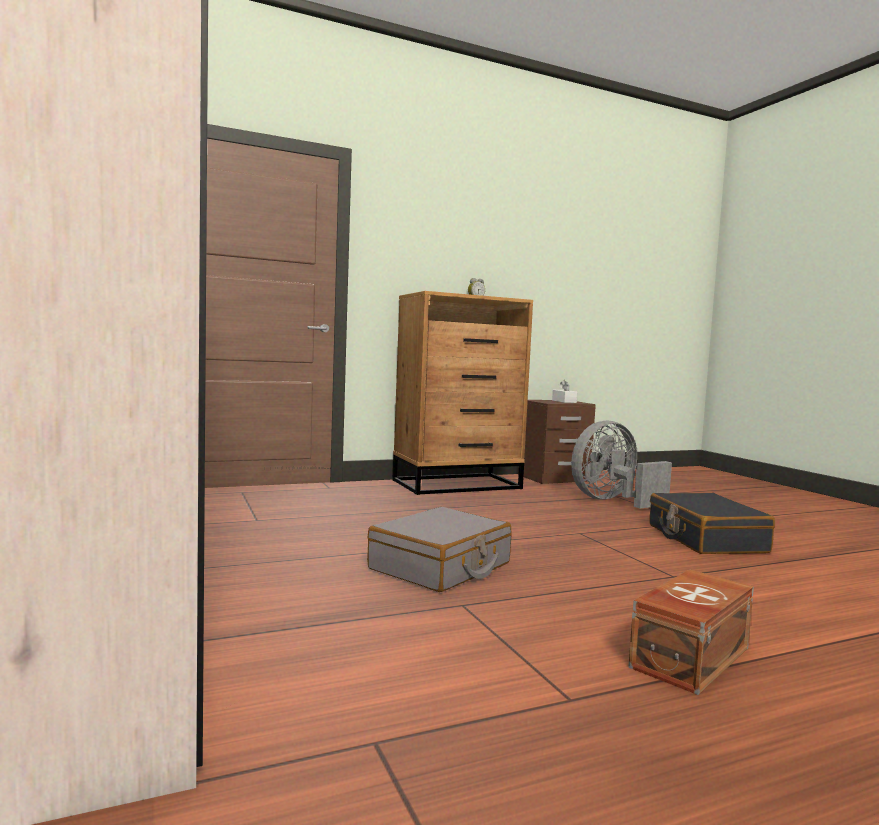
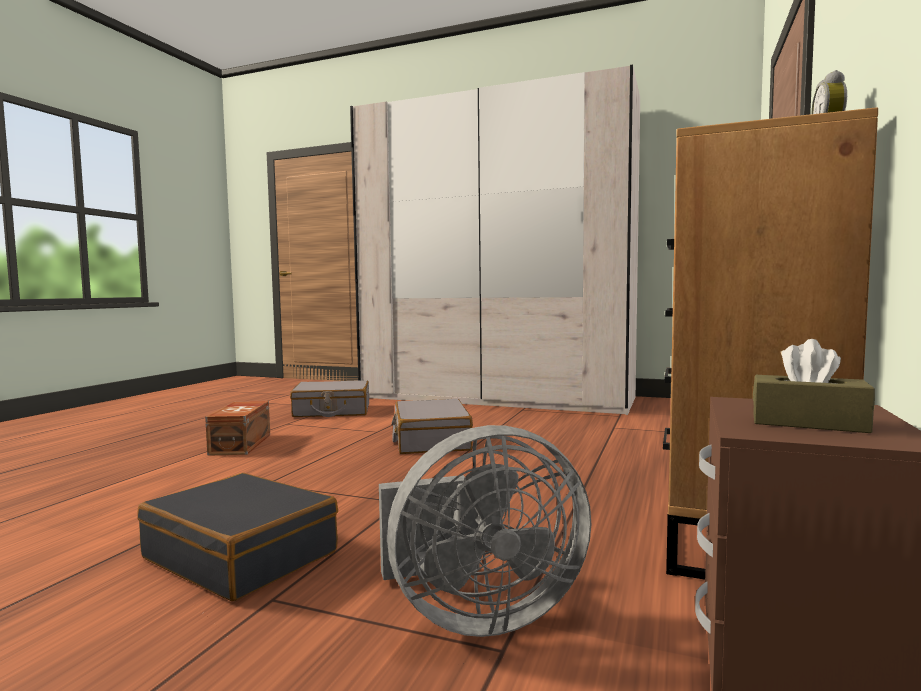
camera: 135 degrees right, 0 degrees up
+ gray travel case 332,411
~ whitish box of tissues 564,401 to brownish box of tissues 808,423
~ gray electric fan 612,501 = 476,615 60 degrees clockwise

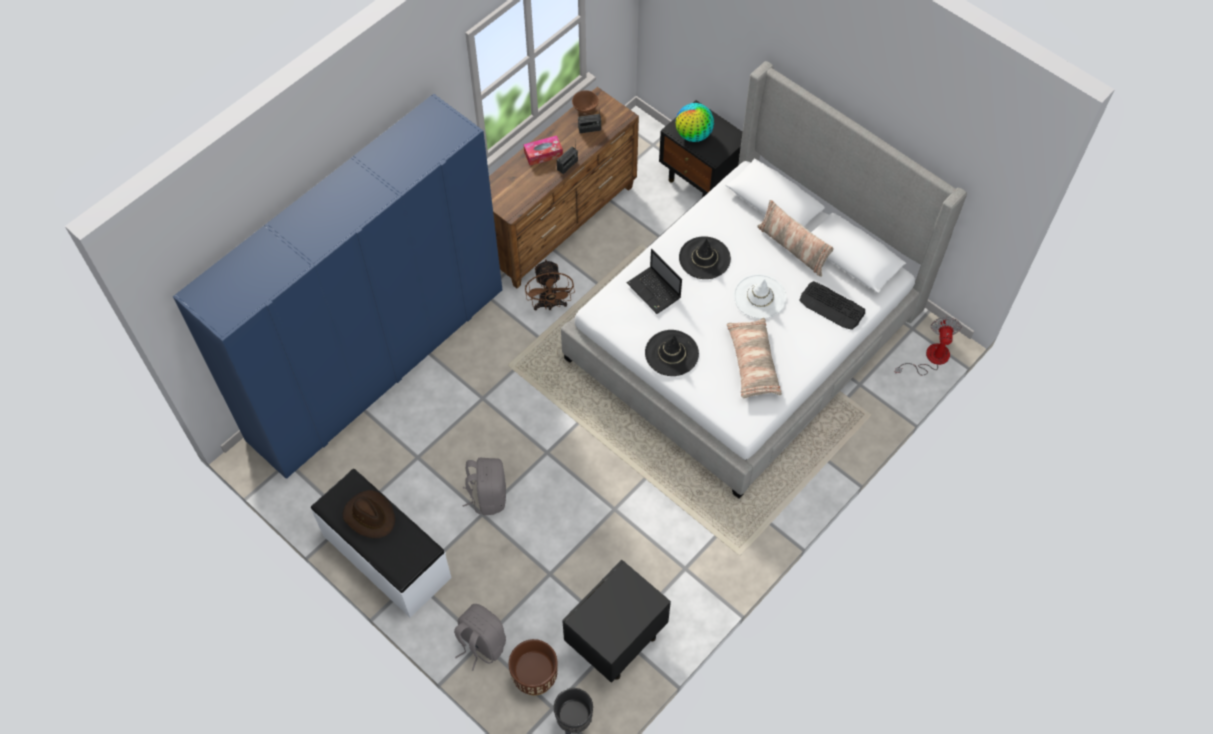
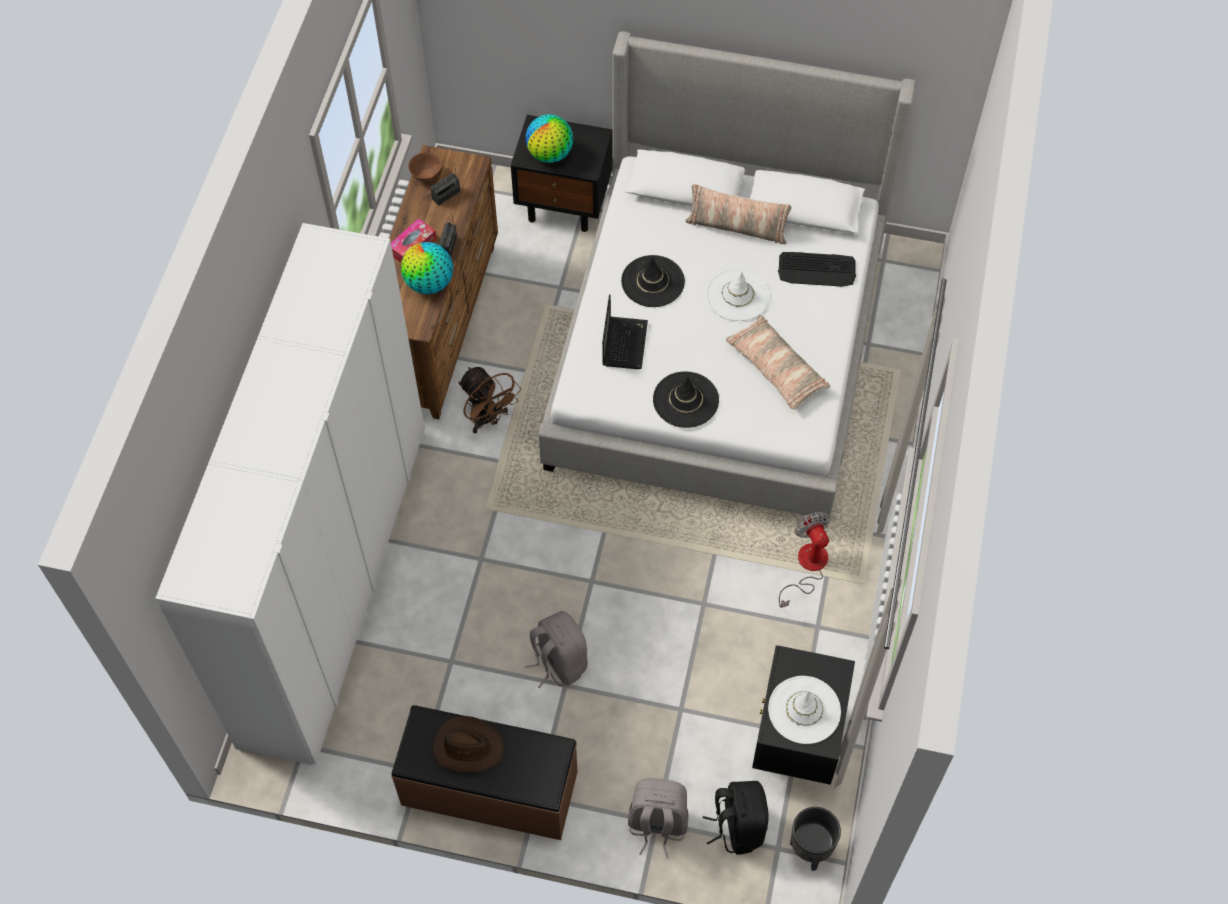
camera: 30 degrees left, 0 degrees up
+ desk globe 429,283
+ whitish hat 804,710
~ electric fan 930,358 to 807,567
~ brownish planter 535,676 to blackish backpack 737,826
~ blue wardrobe 378,362 to whitish wardrobe 334,579
~ whitish indoor bench 386,557 to brownish indoor bench 489,789
~ notebook computer 654,291 = 624,342 105 degrees counterclockwise

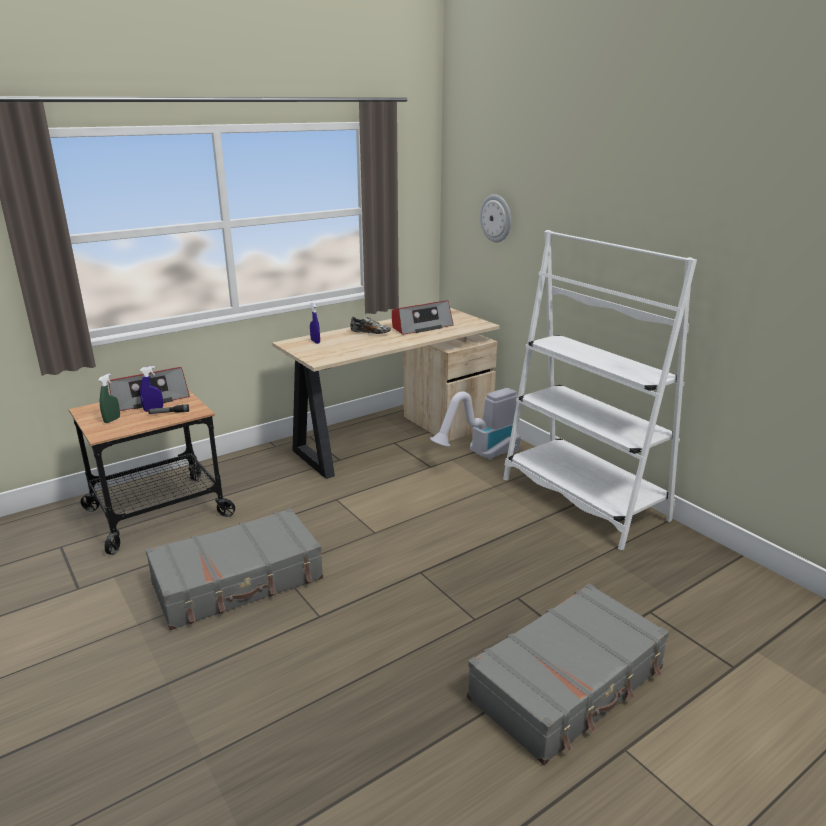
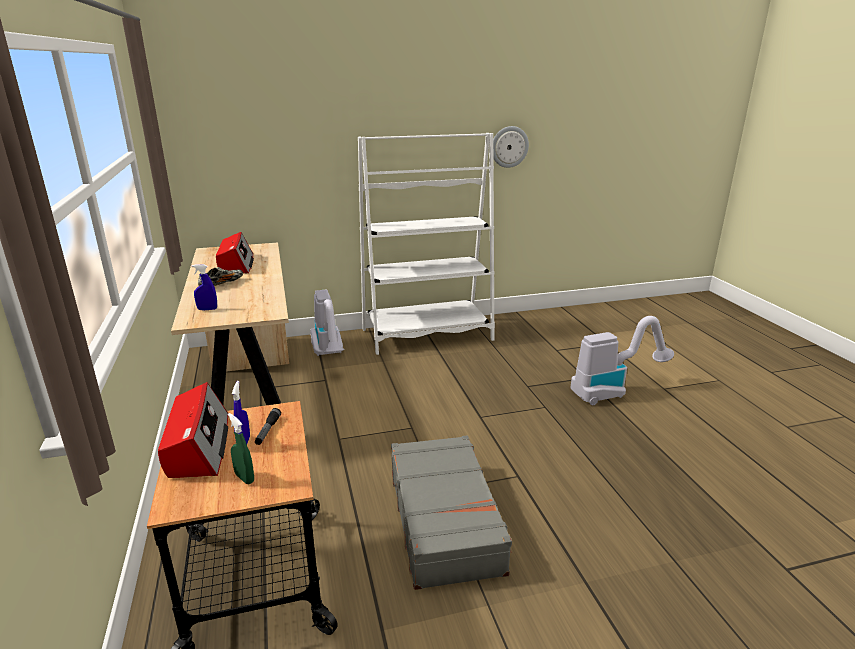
camera: 70 degrees left, 0 degrees up
~ clock on the wall 496,218 to 509,147
~ gray travel case 568,684 to hoover 613,390

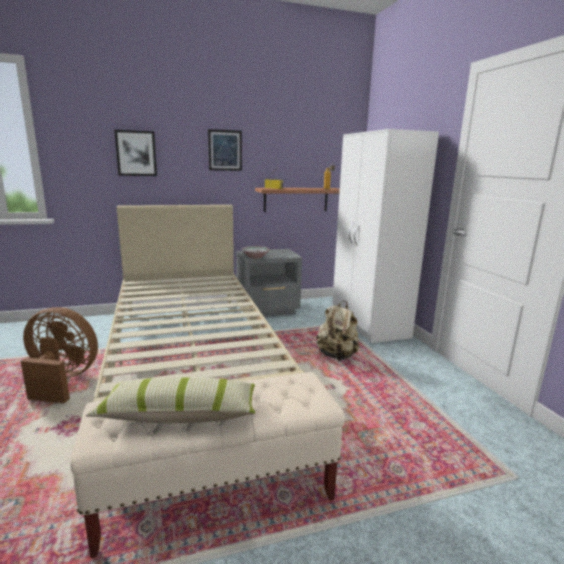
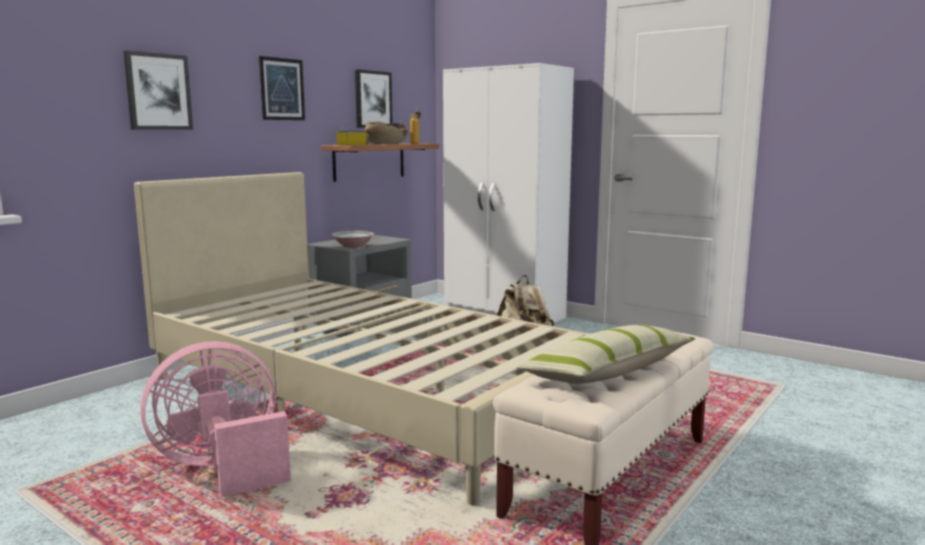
camera: 35 degrees left, 5 degrees down
+ wall art 372,99
+ brownish bowl 386,144
~ brownish electric fan 61,380 to pinkish electric fan 222,468

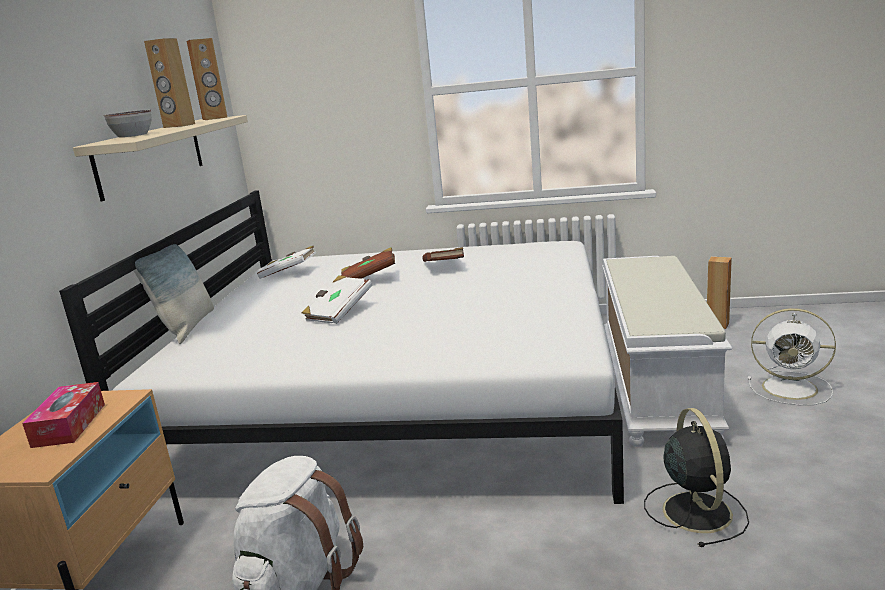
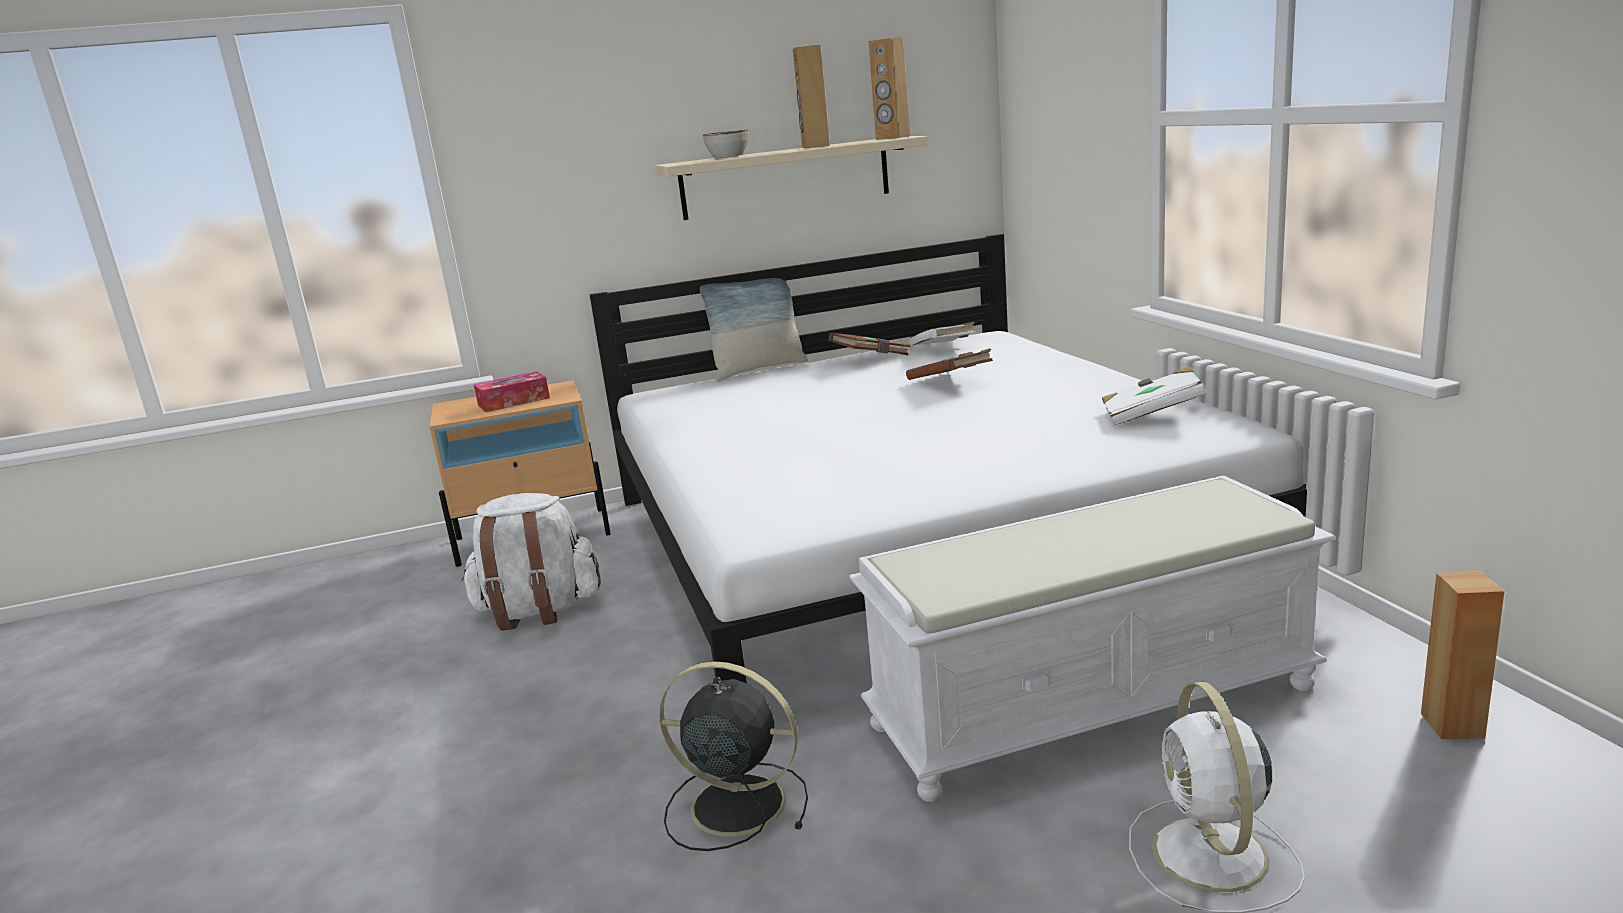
camera: 65 degrees right, 0 degrees up
~ whitish book 338,312 to 1151,415
~ brownish book 445,267 to 871,358
~ blackish electric fan 695,510 = 734,804 135 degrees counterclockwise

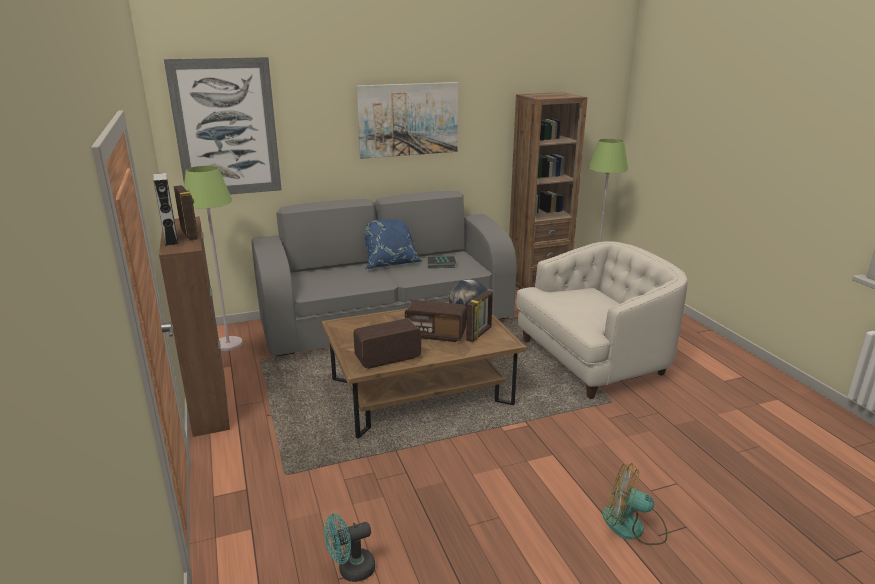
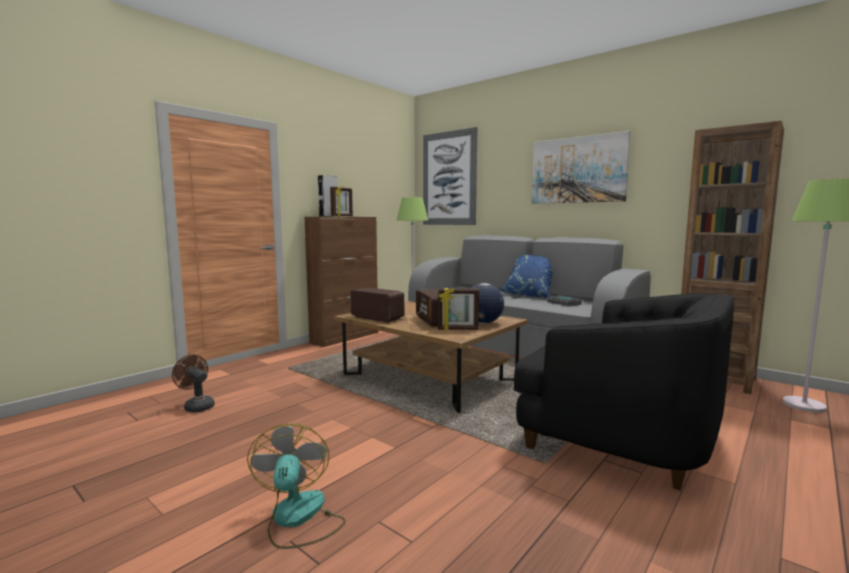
camera: 60 degrees right, 15 degrees down
~ turquoise-coloured electric fan 351,570 to brownish electric fan 196,406
~ whitish easy chair 592,359 to blackish easy chair 620,434

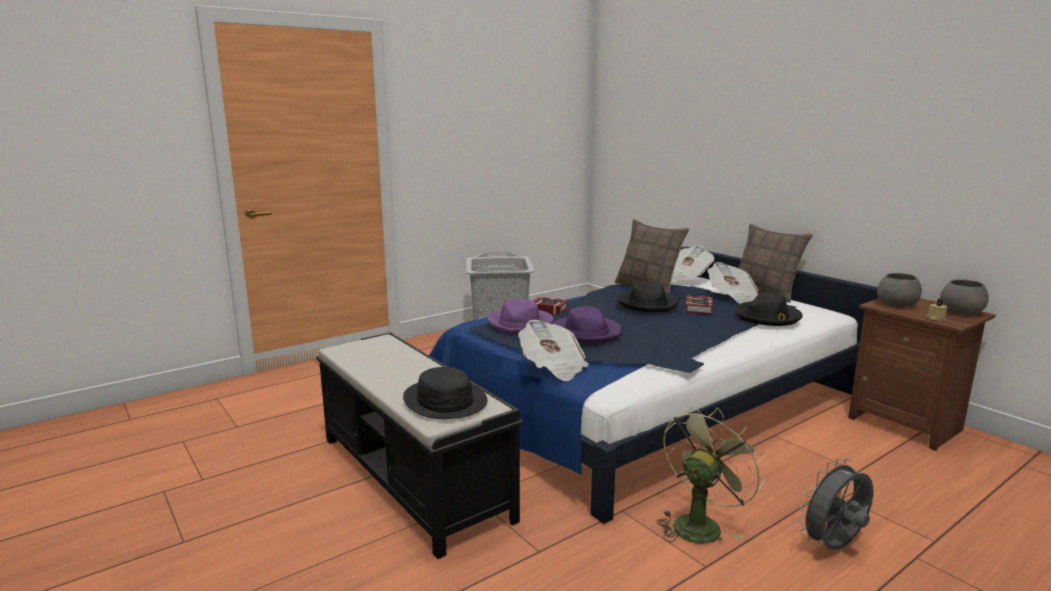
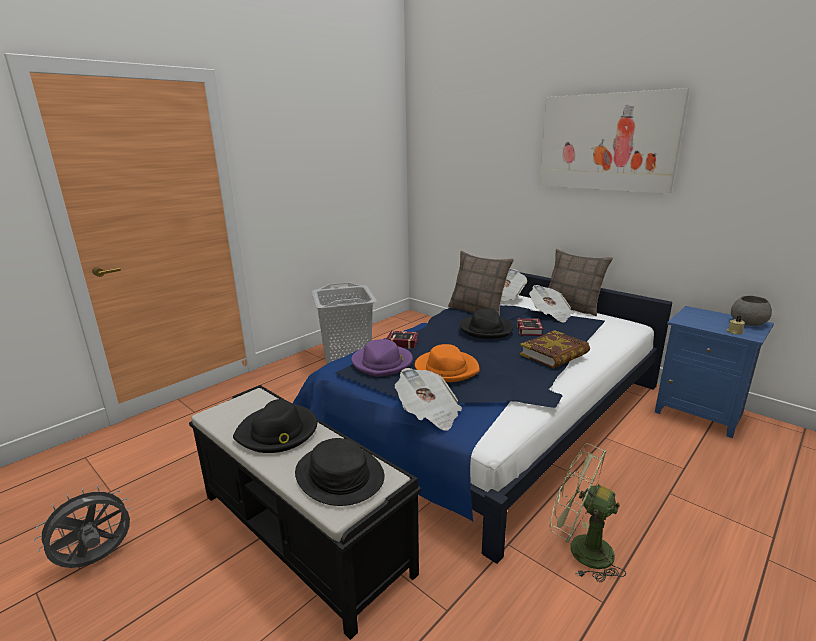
camera: 10 degrees left, 5 degrees up
- gray bowl 897,304
+ book 554,354
+ wall art 606,142
~ blackish hat 767,317 to 278,432
~ gray electric fan 834,547 to 97,560
~ purple-coloured hat 586,332 to orange hat 446,368
~ brownish nightstand 906,424 to blue nightstand 699,413
~ greenish electric fan 700,524 = 580,549 90 degrees counterclockwise

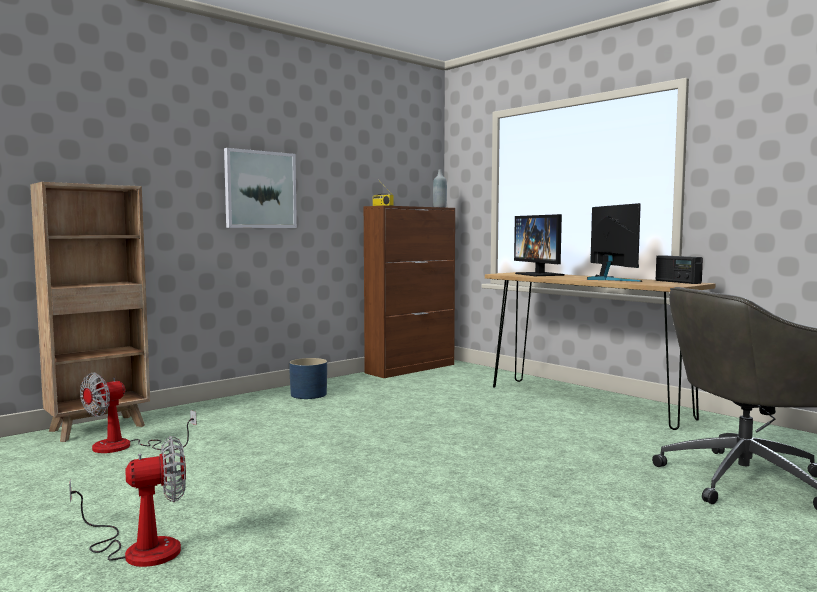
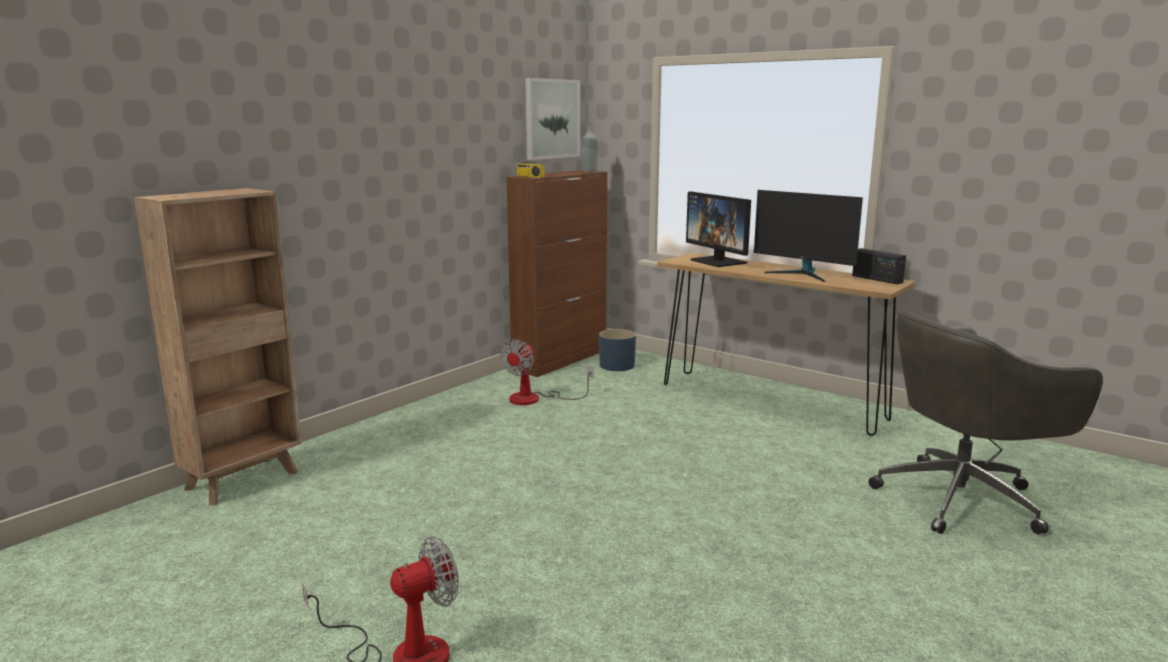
camera: 10 degrees left, 10 degrees up
~ electric fan 125,447 to 535,399
~ wall art 260,189 to 551,119
~ blue planter 308,394 to 616,365
~ monitor 609,279 = 803,274 150 degrees clockwise

